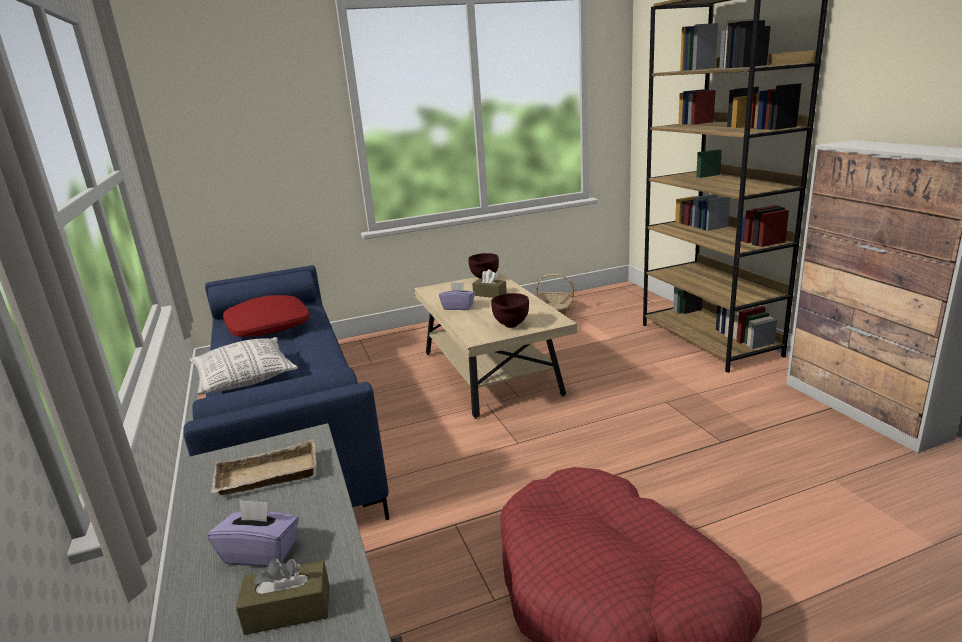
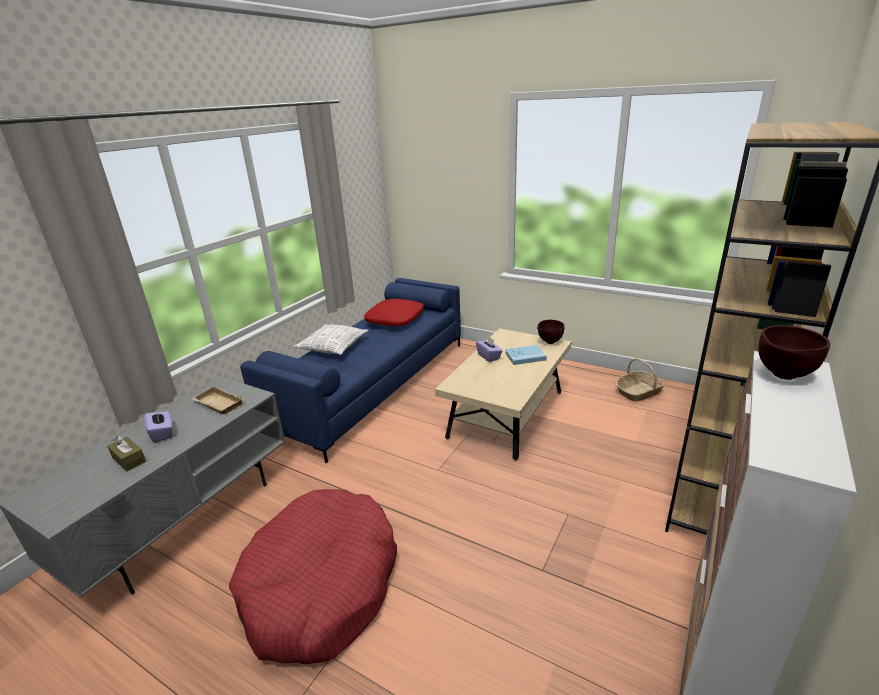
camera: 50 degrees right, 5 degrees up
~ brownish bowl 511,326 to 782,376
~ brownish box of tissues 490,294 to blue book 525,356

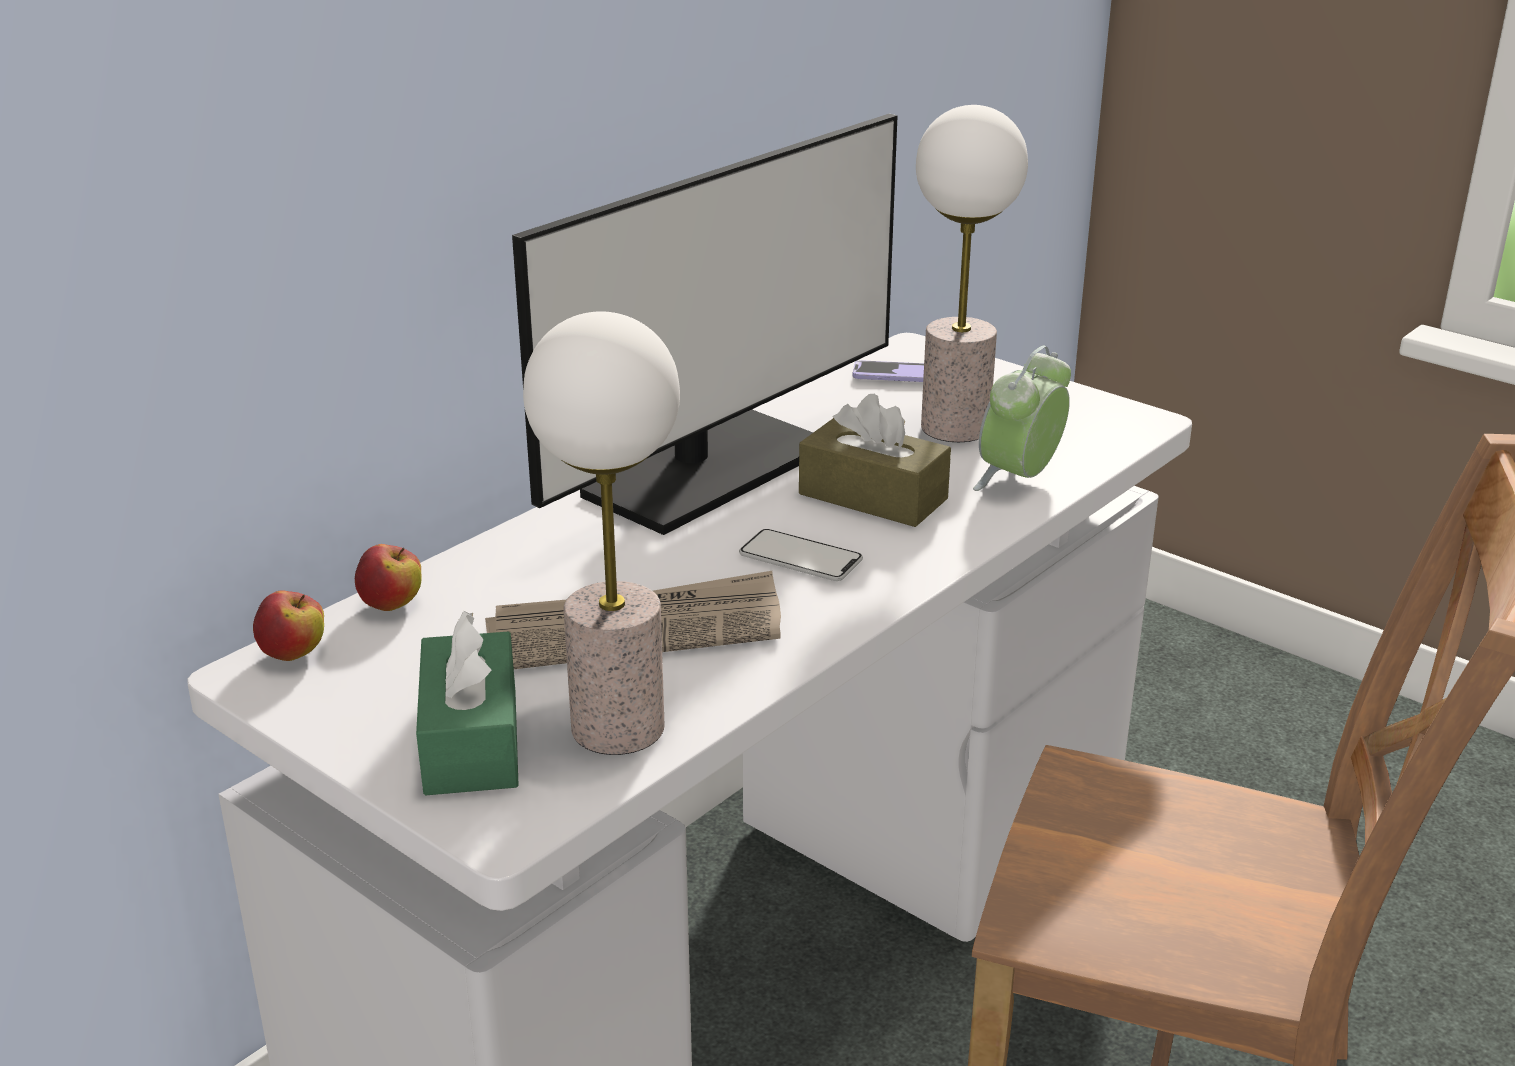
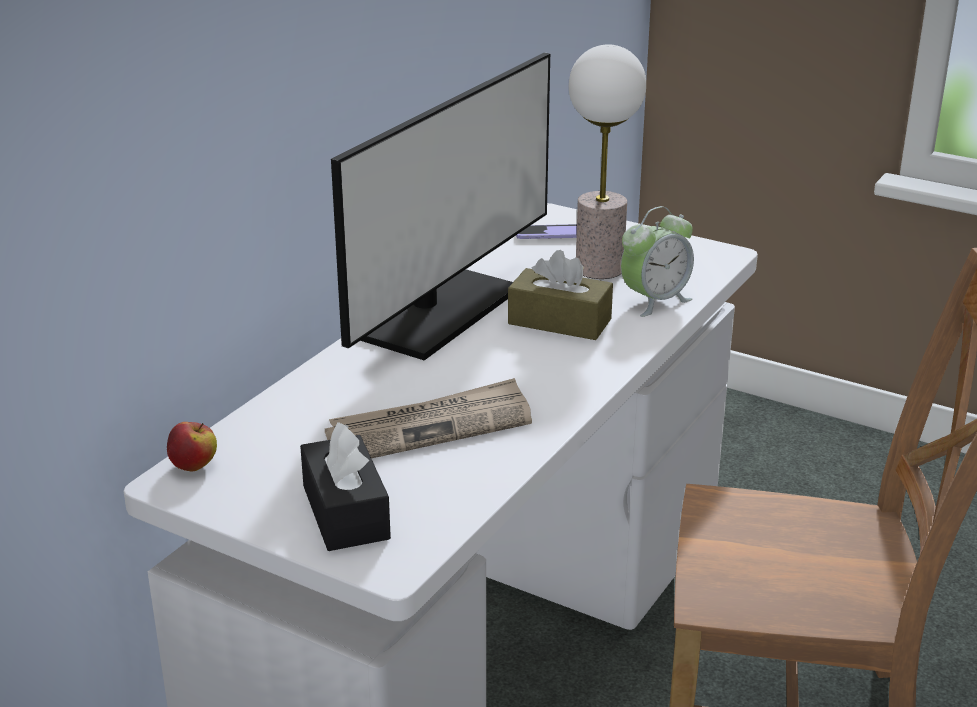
camera: 10 degrees left, 0 degrees up
- apple 392,604
- tabletop lamp 616,728
- phone 800,558
~ greenish box of tissues 471,741 to blackish box of tissues 345,512
~ alarm clock 1019,479 = 655,301 150 degrees counterclockwise

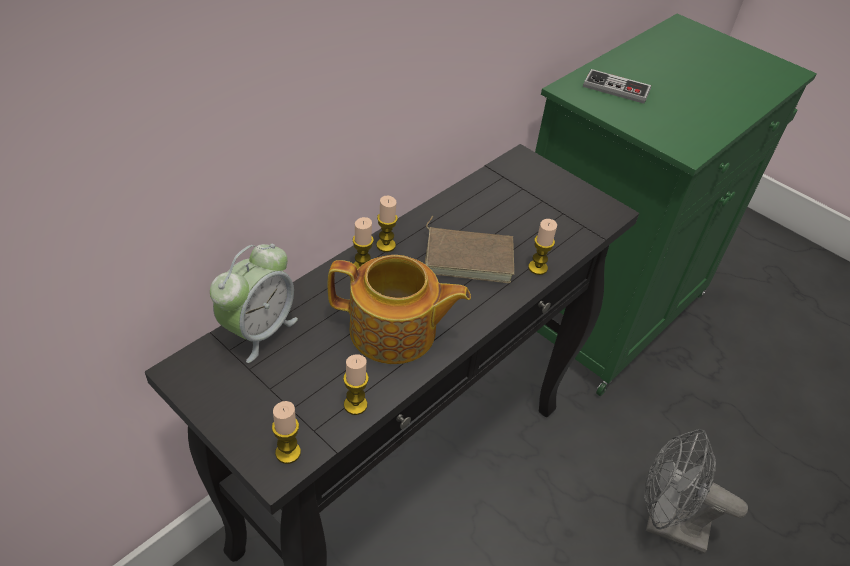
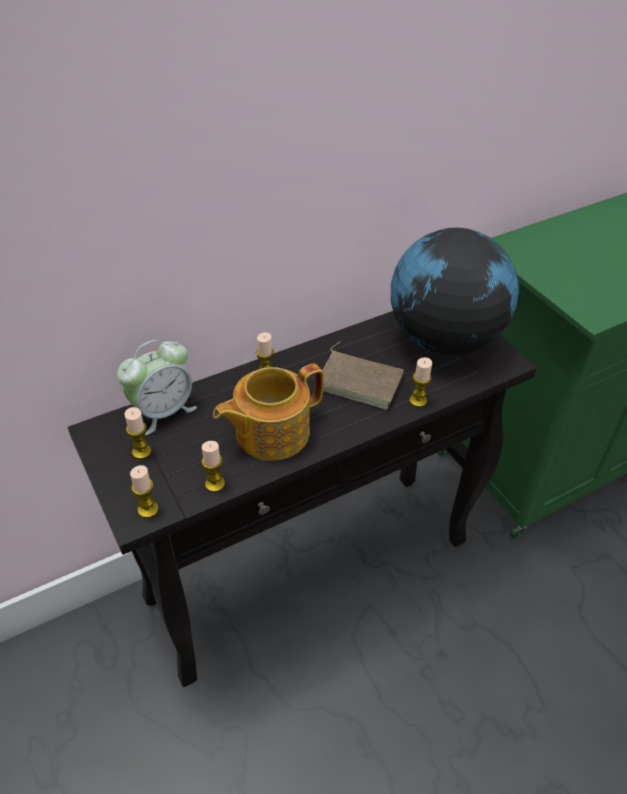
camera: 20 degrees right, 0 degrees up
- joypad 616,88
- gray electric fan 666,525
+ desk globe 443,339
~ wax light 386,245 to 141,452
~ pot for tea 394,332 = 270,432 120 degrees clockwise

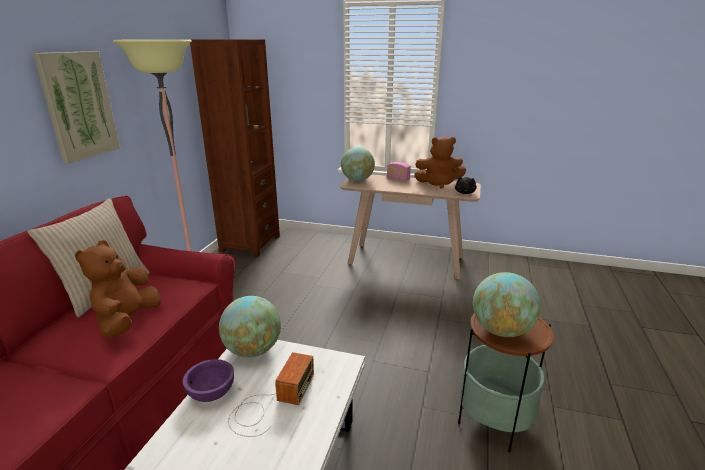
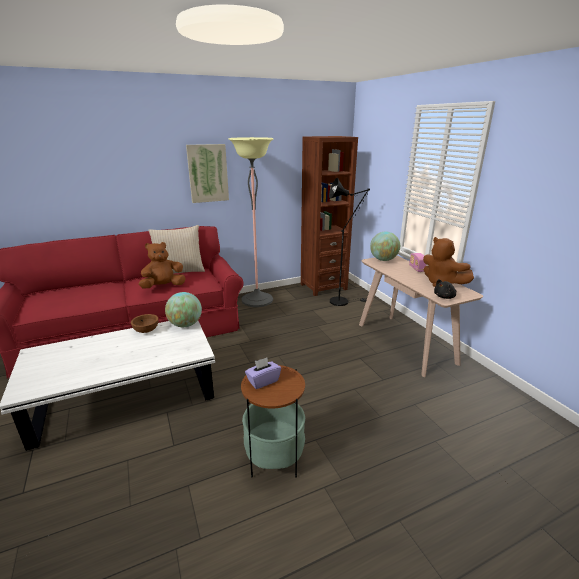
camera: 50 degrees right, 0 degrees up
- radio 271,402
+ blackish standard lamp 342,301
~ desk globe 501,330 to purple-coloured box of tissues 263,381
~ purple-coloured bowl 211,392 to brownish bowl 146,330

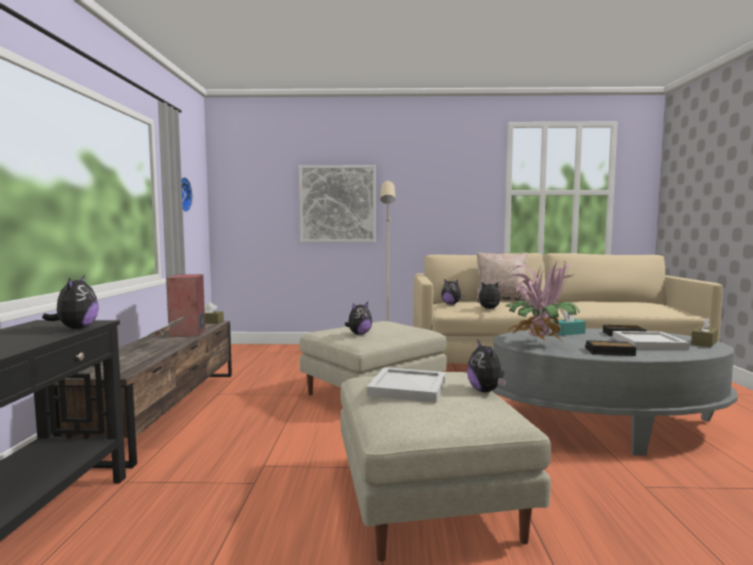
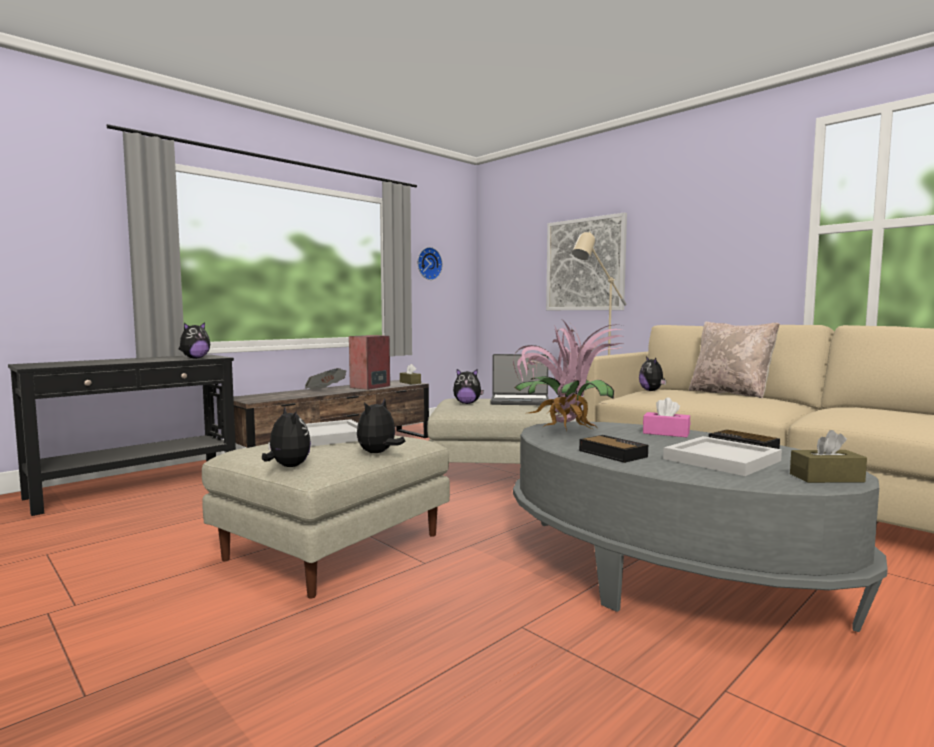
camera: 45 degrees right, 0 degrees up
+ notebook computer 520,401
~ cuddly toy 489,309 to 287,467
~ turquoise-coloured box of tissues 568,333 to pinkish box of tissues 666,433

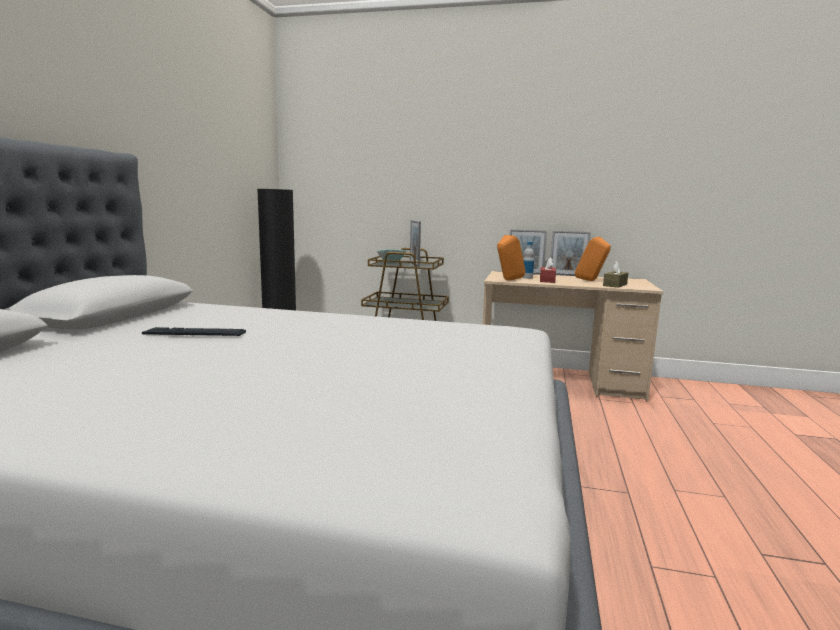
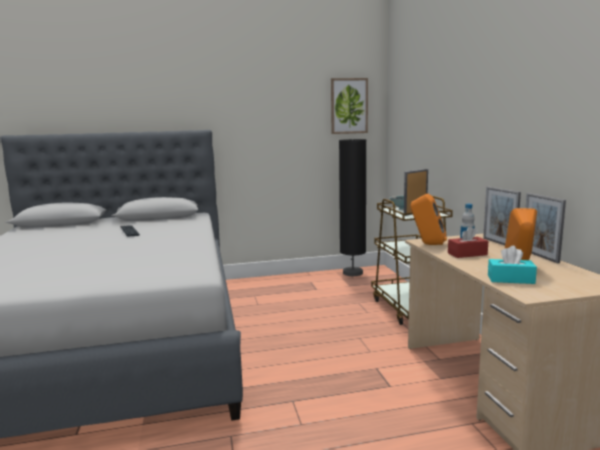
camera: 65 degrees right, 0 degrees up
+ wall art 349,106
~ brownish box of tissues 615,285 to turquoise-coloured box of tissues 510,279

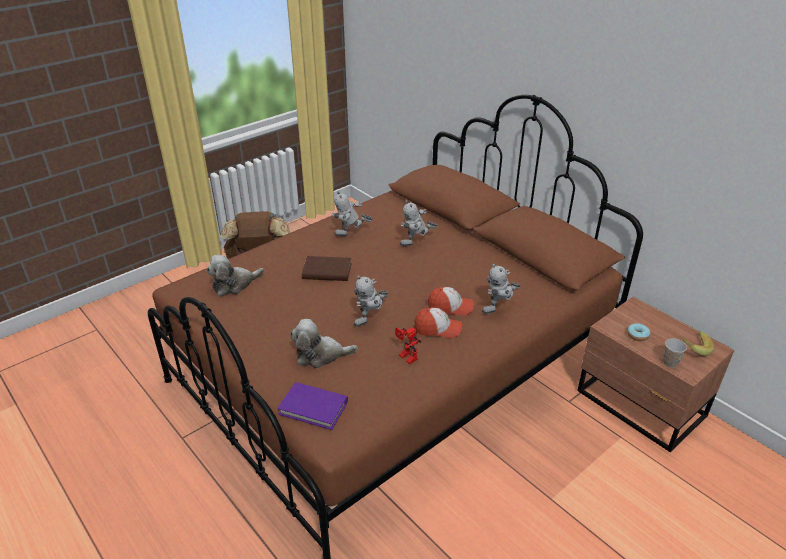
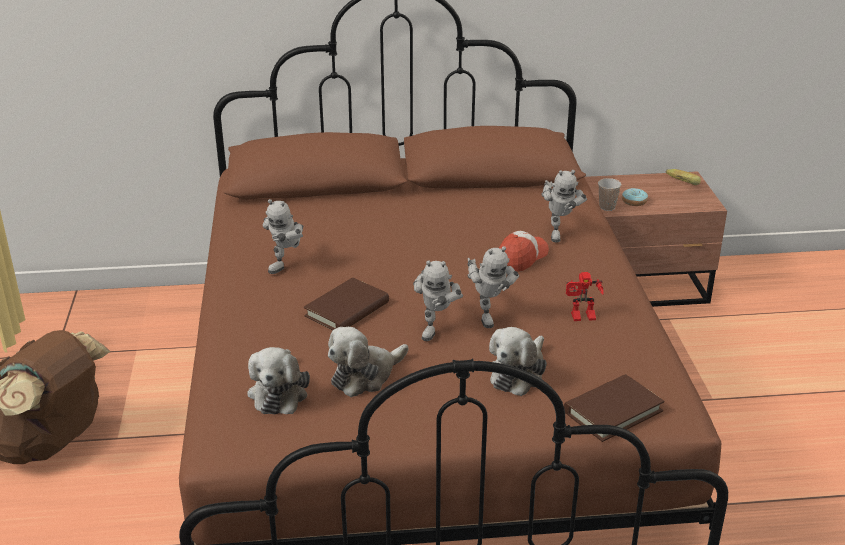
camera: 55 degrees left, 5 degrees down
- baseball cap 438,329
+ cuddly toy 365,376
~ robot figure 416,244 to 436,328
~ small cup 670,362 to 607,207
~ purple-coloured book 313,408 to brownish book 613,411

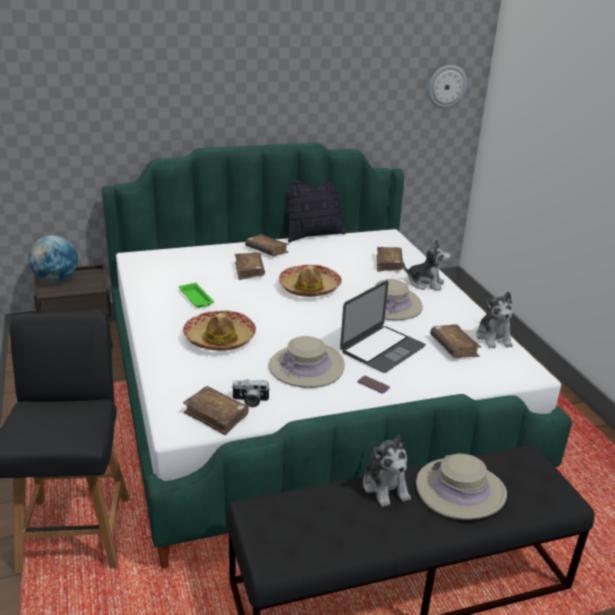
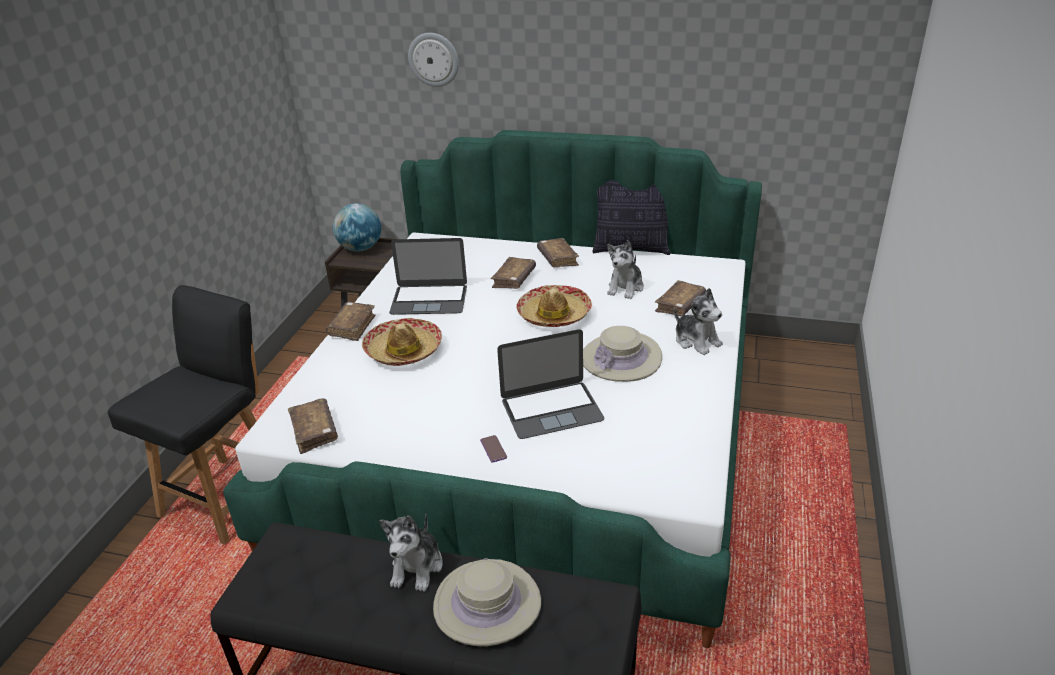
camera: 35 degrees right, 5 degrees up
- still camera 250,401
- beige hat 306,367
~ clock on the wall 446,86 to 434,59
~ brownish book 453,347 to 352,326
~ cuddly toy 494,338 to 625,288
~ greenish carrying tray 196,298 to notebook computer 429,299

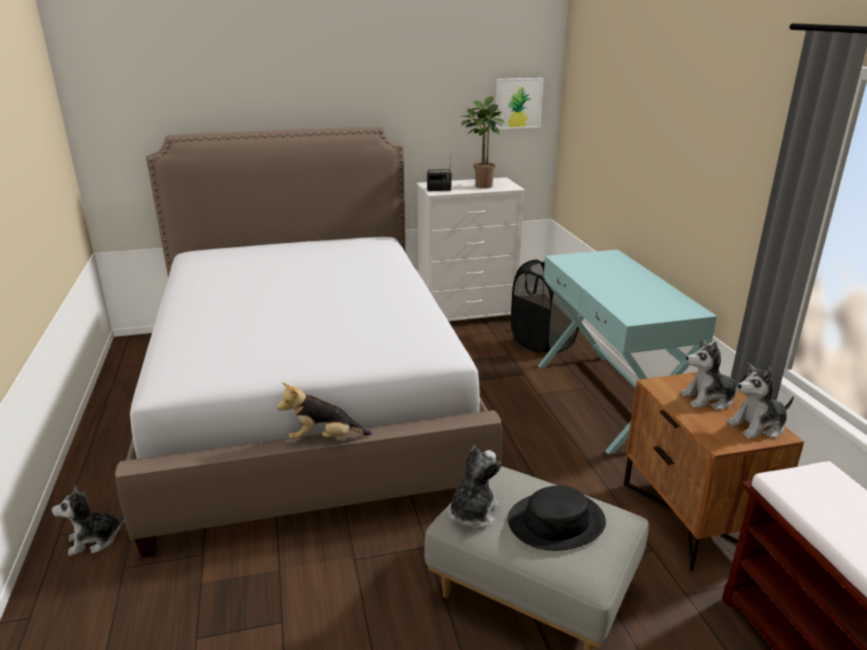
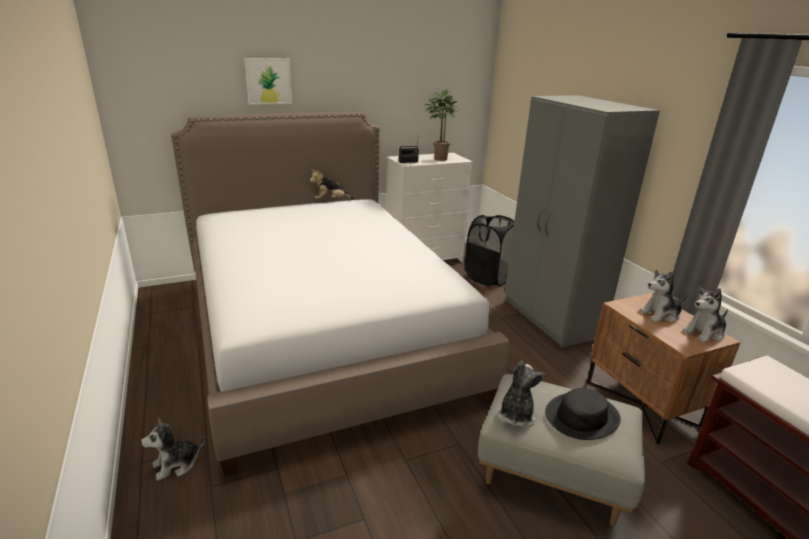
camera: 10 degrees left, 0 degrees up
~ cuddly toy 324,438 to 331,201
~ wall art 518,103 to 268,81
~ turquoise-coloured console table 607,400 to gray wardrobe 551,319

